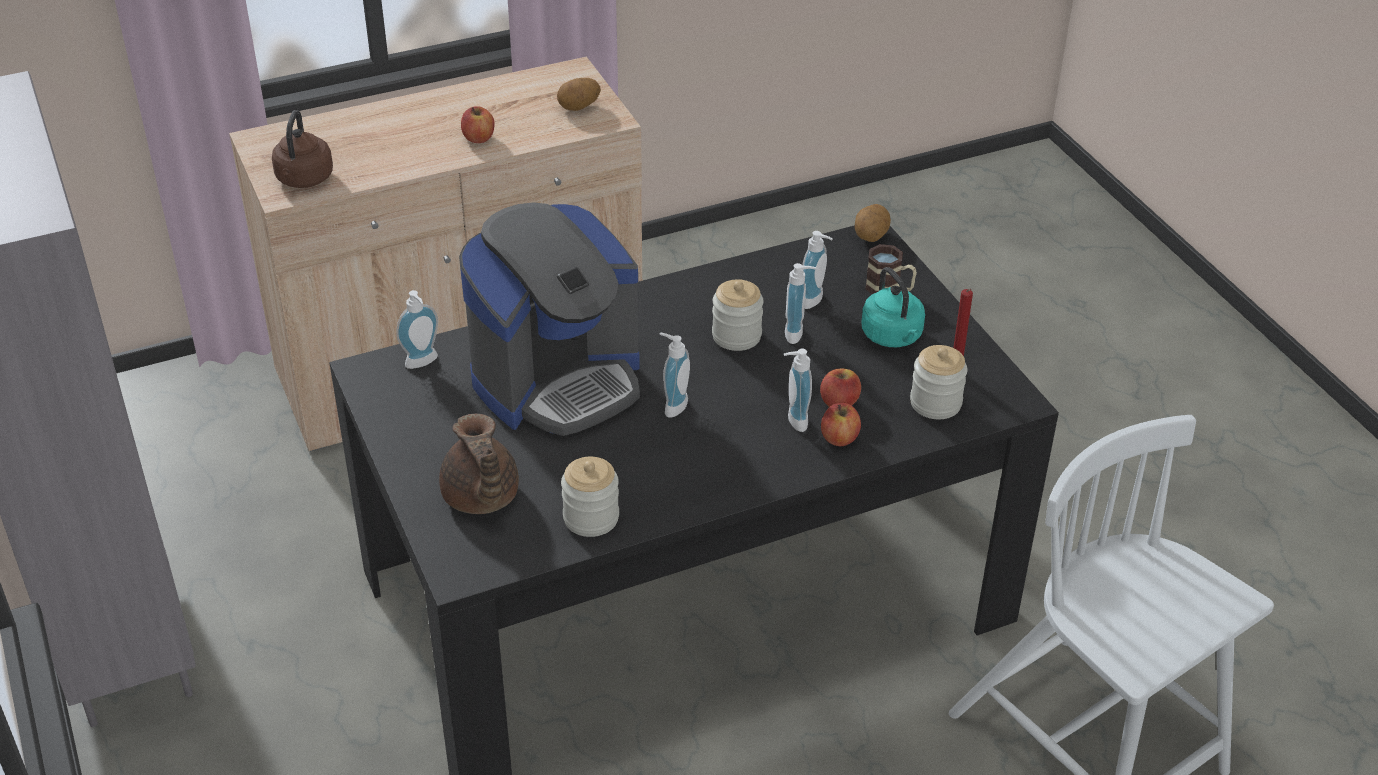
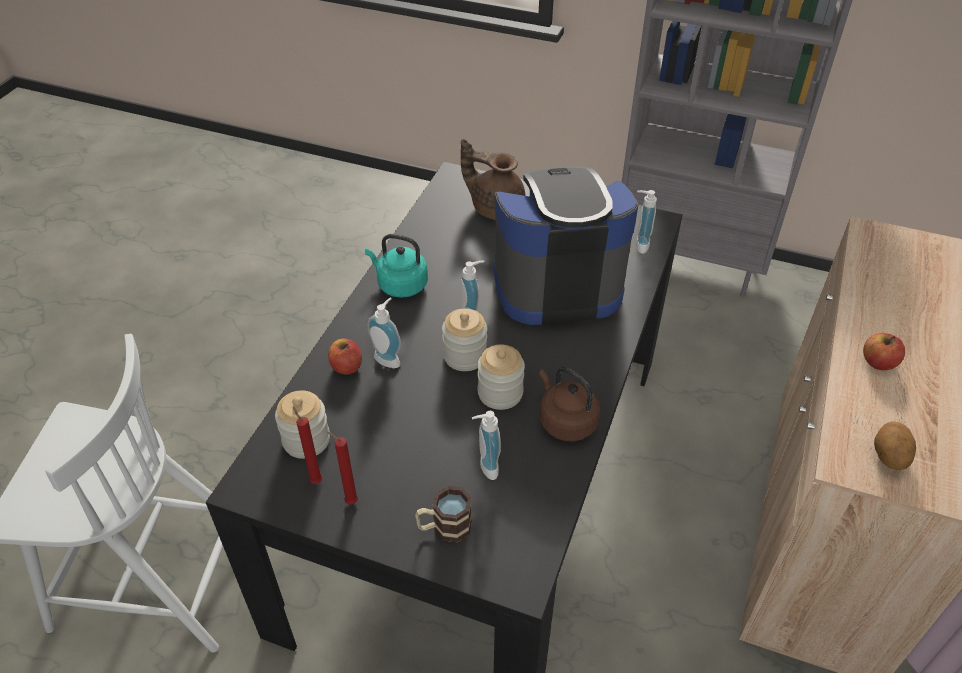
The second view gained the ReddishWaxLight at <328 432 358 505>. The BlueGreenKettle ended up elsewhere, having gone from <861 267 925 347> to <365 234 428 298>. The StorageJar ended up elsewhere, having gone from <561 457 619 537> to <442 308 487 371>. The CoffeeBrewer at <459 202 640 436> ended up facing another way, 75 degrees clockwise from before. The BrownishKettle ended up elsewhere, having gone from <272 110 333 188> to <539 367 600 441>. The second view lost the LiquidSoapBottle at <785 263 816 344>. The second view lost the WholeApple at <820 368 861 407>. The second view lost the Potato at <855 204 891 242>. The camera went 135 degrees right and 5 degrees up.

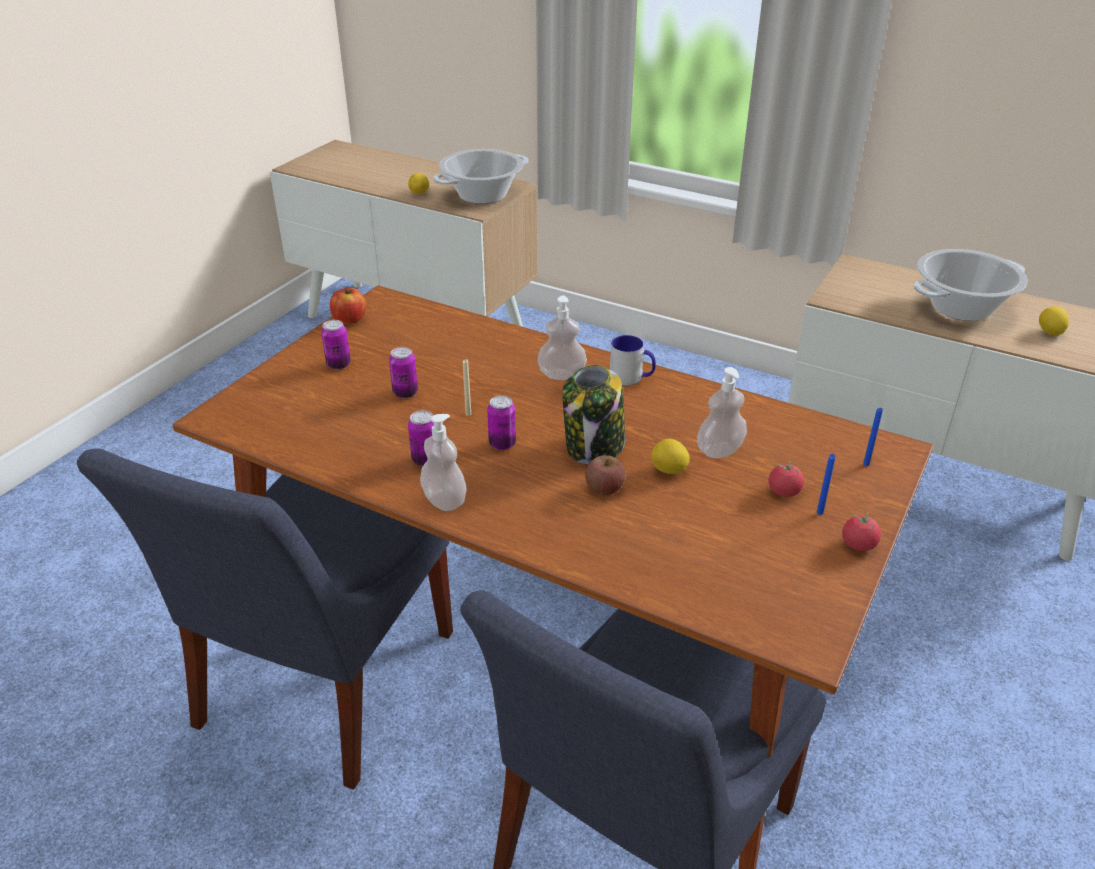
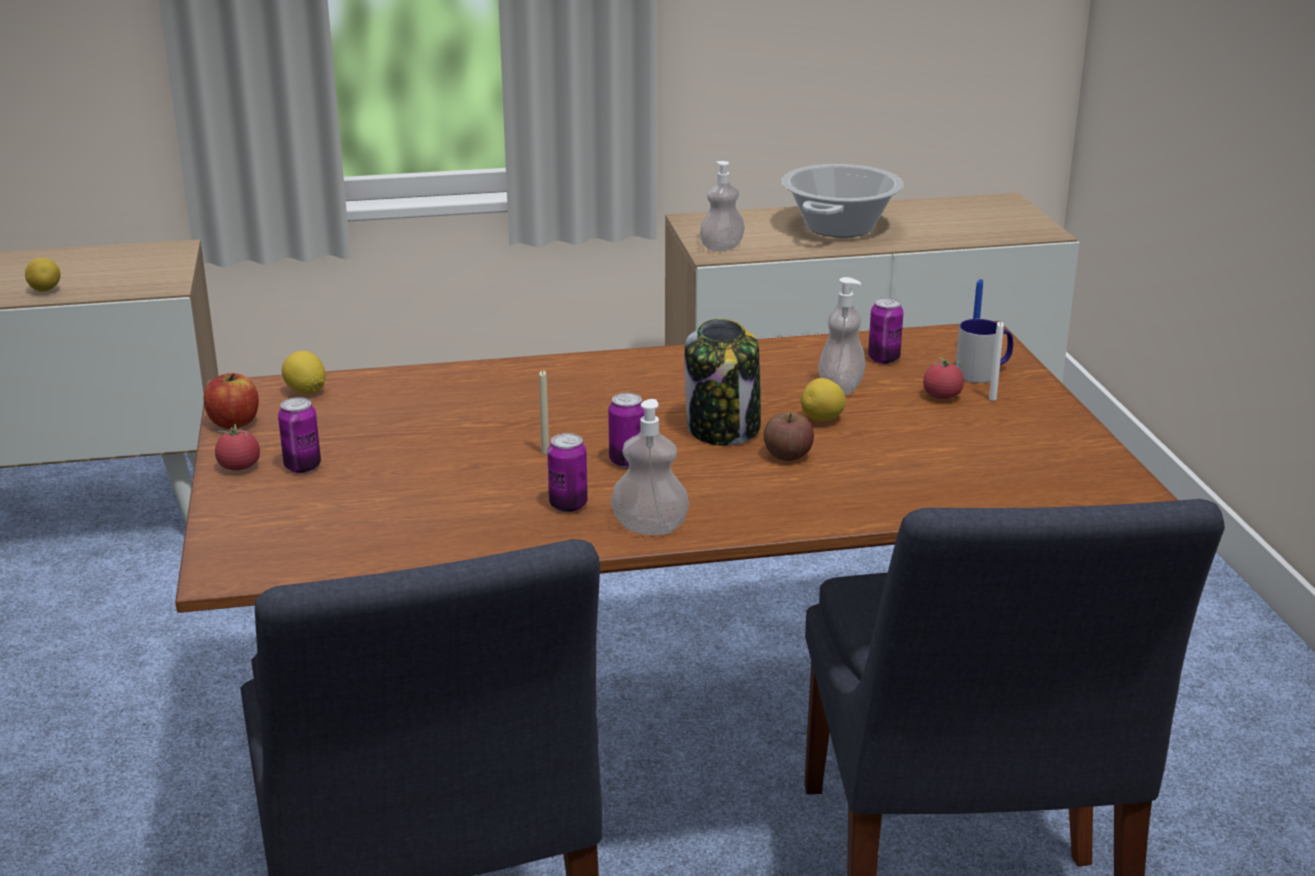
The FreshTomato ended up elsewhere, having gone from <842 512 881 551> to <215 424 260 471>. The WholeLemon ended up elsewhere, having gone from <1039 306 1069 335> to <282 351 326 394>. The LiquidSoapBottle ended up elsewhere, having gone from <537 296 587 380> to <700 161 745 251>. The Can ended up elsewhere, having gone from <389 347 418 398> to <868 298 903 364>. The Mug ended up elsewhere, having gone from <610 335 656 385> to <956 319 1013 383>. What was the BluishWaxLight at <817 454 835 515> turned into the WhiteWaxLight at <989 322 1004 401>. The second view lost the Saucepot at <433 149 529 204>. The camera went 40 degrees left and 10 degrees down.

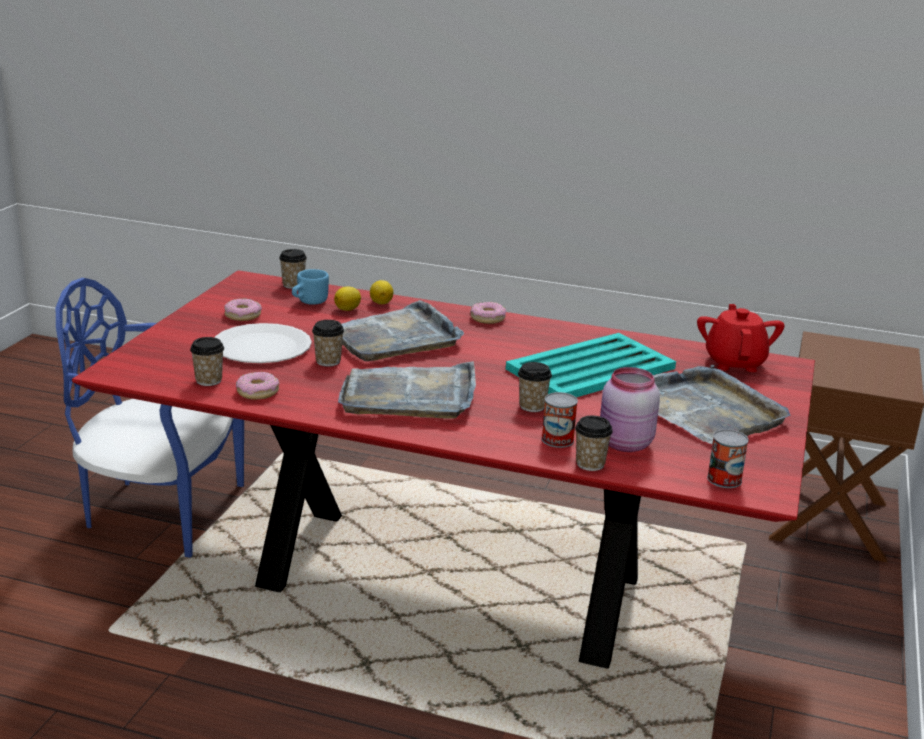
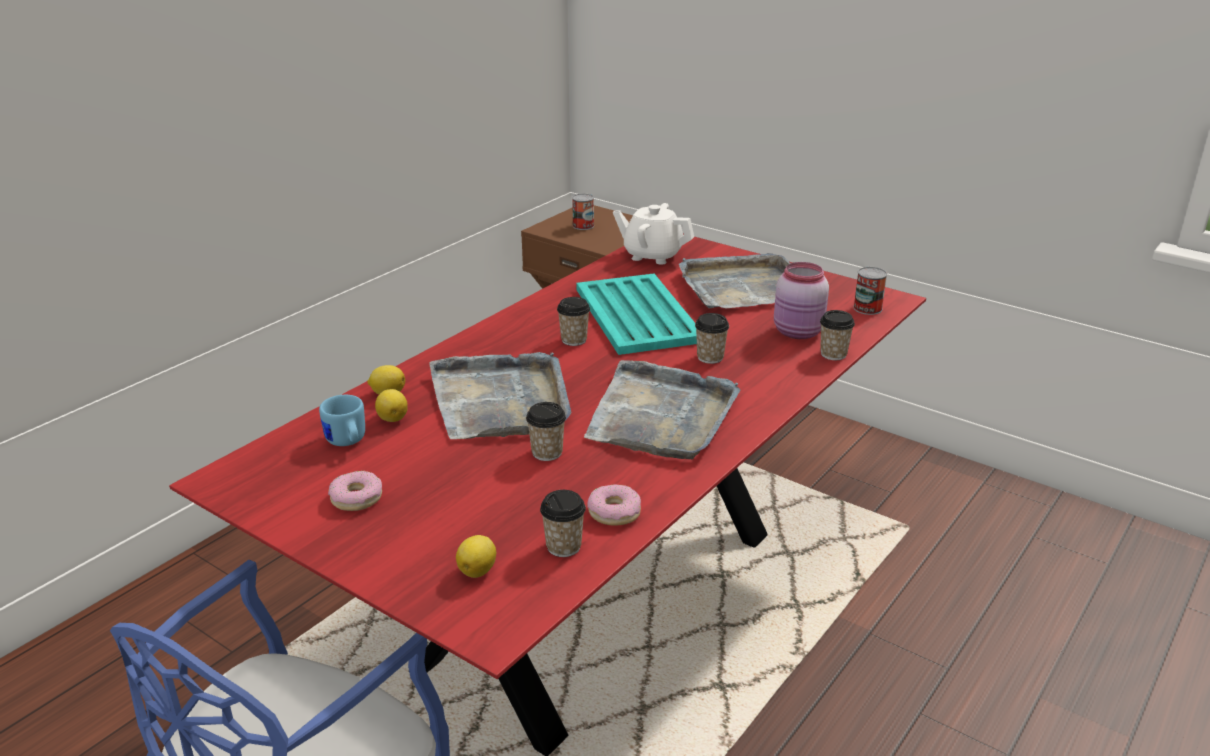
The second view gained the WholeLemon at <456 535 496 578>. The SmallCup ended up elsewhere, having gone from <279 249 307 289> to <557 297 590 346>. The Can ended up elsewhere, having gone from <541 392 578 448> to <572 193 594 230>. What was the ReddishPotForTea at <697 304 784 372> turned into the WhitePotForTea at <613 203 694 265>. The second view lost the WhitePlate at <214 323 312 363>. The second view lost the Donut at <470 302 506 324>. The camera went 70 degrees left and 5 degrees up.

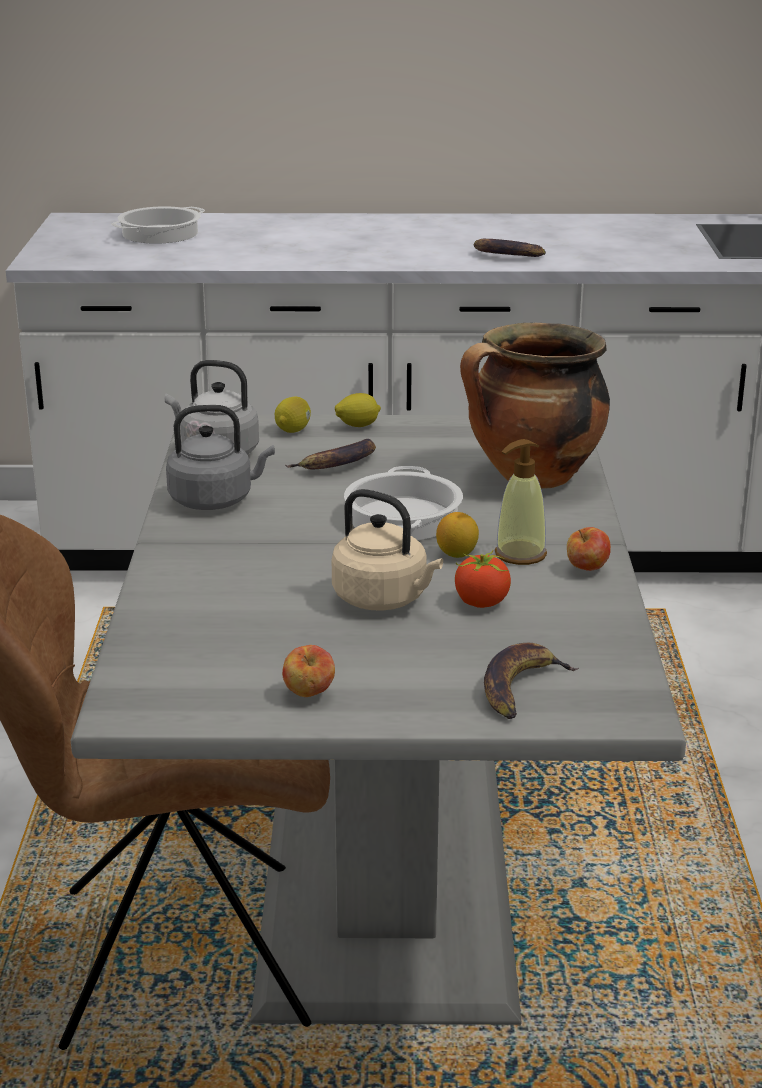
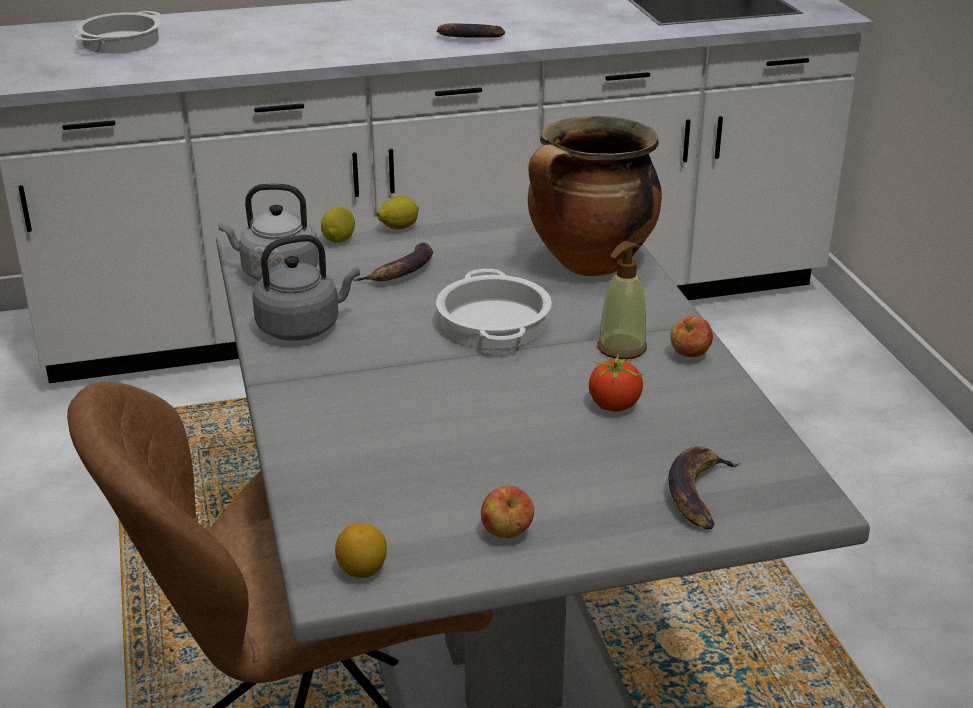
The WholeLemon ended up elsewhere, having gone from <436 512 479 558> to <335 523 387 578>. The second view lost the BeigeColouredKettle at <332 489 443 611>. The camera went 15 degrees left and 5 degrees up.

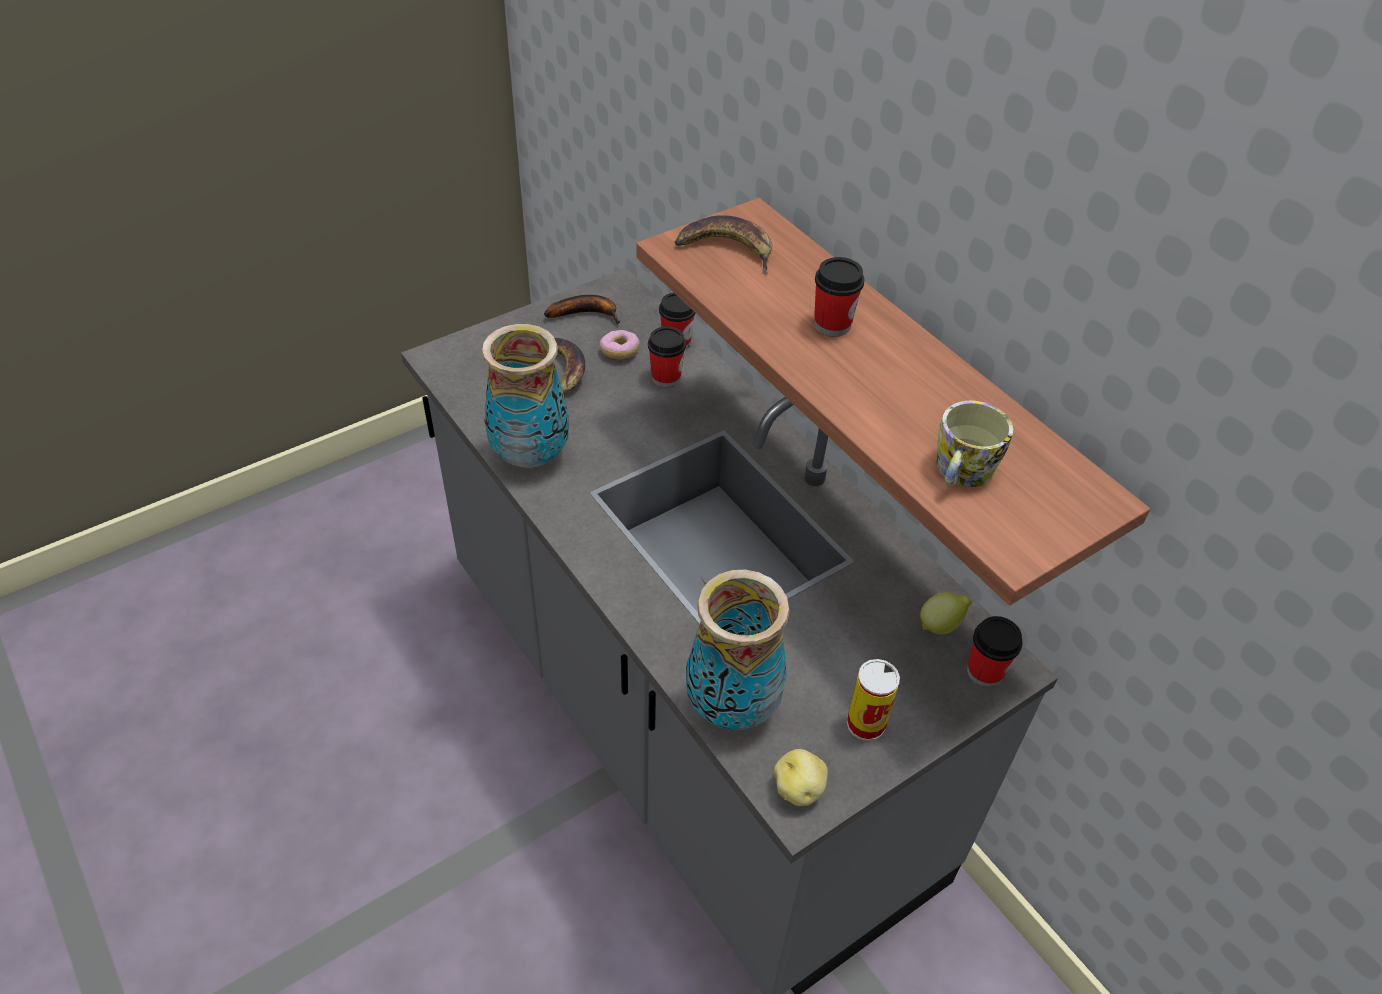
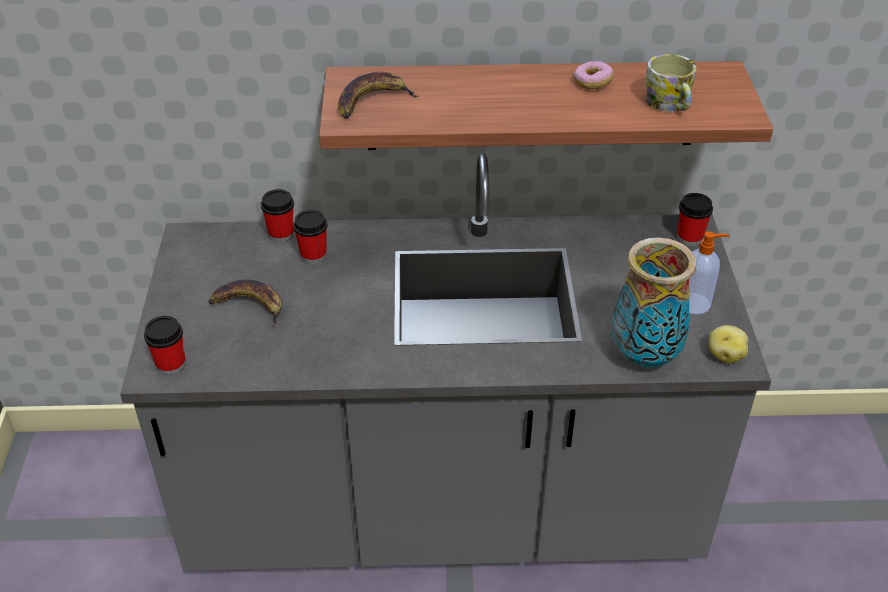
The SmallCup ended up elsewhere, having gone from <814 257 865 337> to <144 316 186 375>. The Donut ended up elsewhere, having gone from <600 330 640 359> to <574 61 614 89>. Where the Can stood at <846 659 900 741>, the LiquidSoapBottle came to stand at <689 232 730 314>. The second view lost the FlowerVase at <482 324 569 468>. The second view lost the WholeBanana at <544 295 620 325>. The second view lost the WholeLemon at <920 592 972 634>. The camera went 55 degrees left and 5 degrees down.

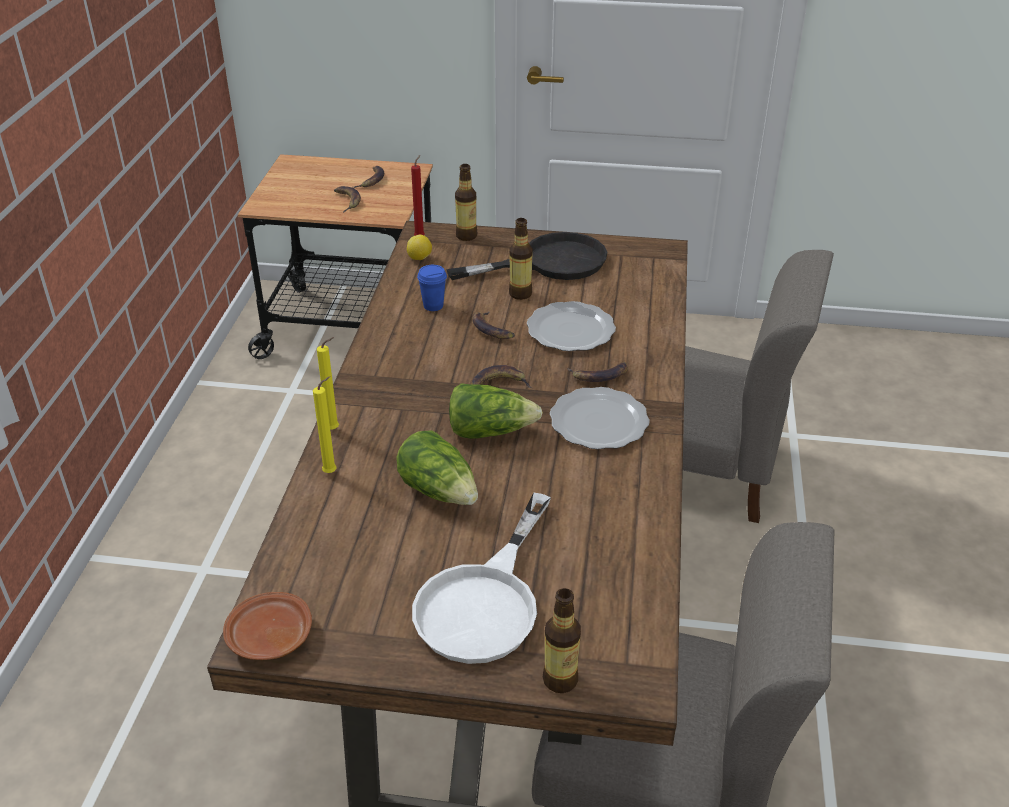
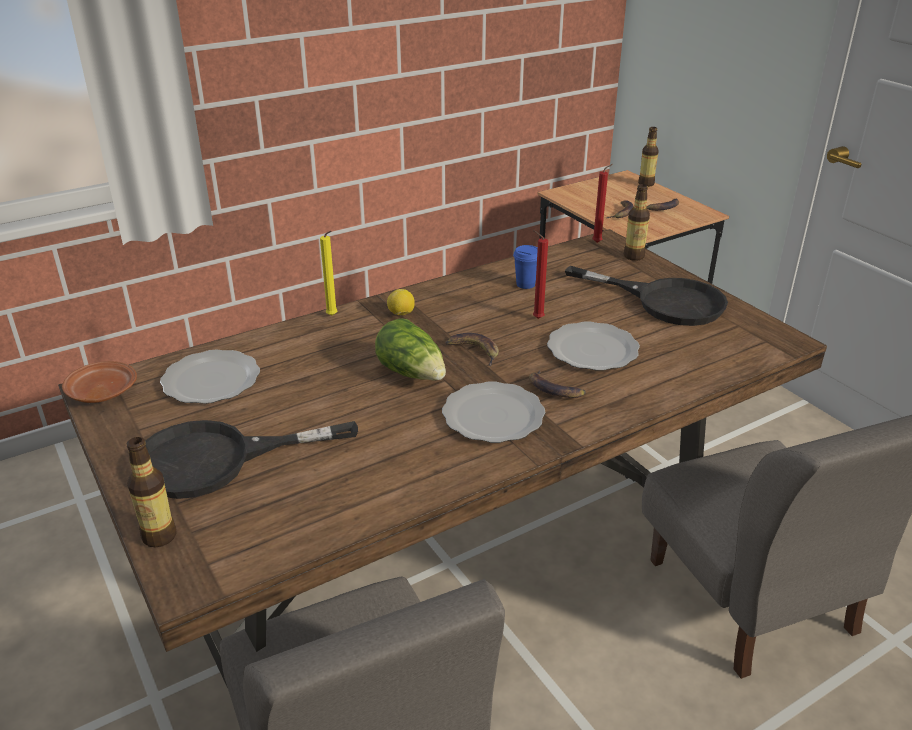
What was the WhiteFryingPan at <412 492 551 664> turned into the BlackFryingPan at <145 420 358 499>. The second view gained the Plate at <160 349 260 404>. The WholeLemon ended up elsewhere, having gone from <407 235 432 260> to <387 289 415 315>. Where the WholeBanana stood at <472 312 515 339>, the ReddishWaxLight came to stand at <533 230 548 319>. The Bottle ended up elsewhere, having gone from <509 218 533 300> to <638 127 659 187>. The second view lost the YellowWaxLight at <313 376 336 473>. The second view lost the LettuceHead at <396 430 478 505>. The camera went 50 degrees right and 5 degrees down.

